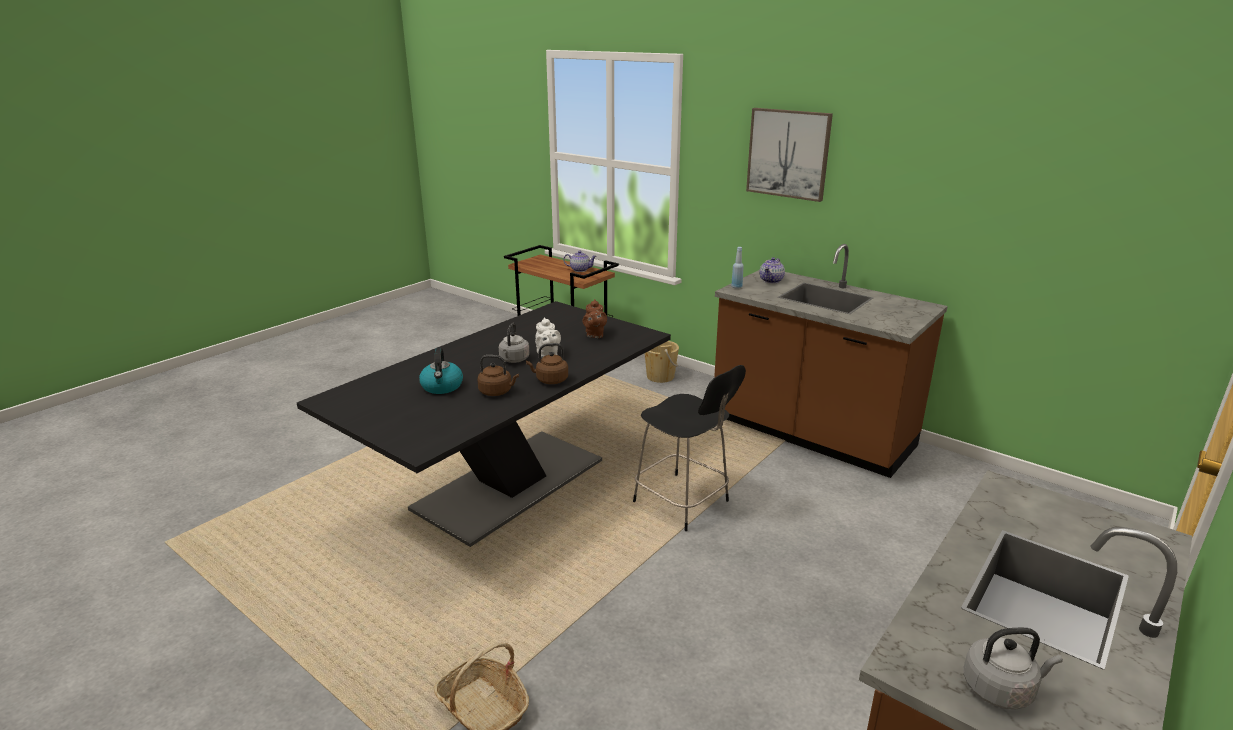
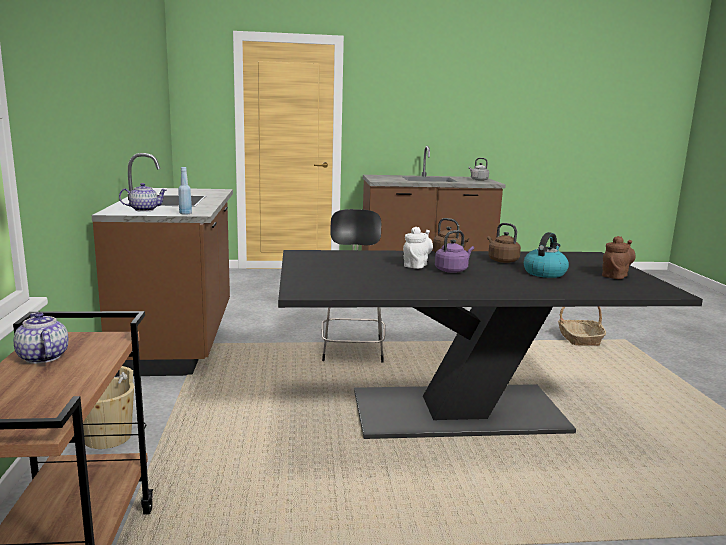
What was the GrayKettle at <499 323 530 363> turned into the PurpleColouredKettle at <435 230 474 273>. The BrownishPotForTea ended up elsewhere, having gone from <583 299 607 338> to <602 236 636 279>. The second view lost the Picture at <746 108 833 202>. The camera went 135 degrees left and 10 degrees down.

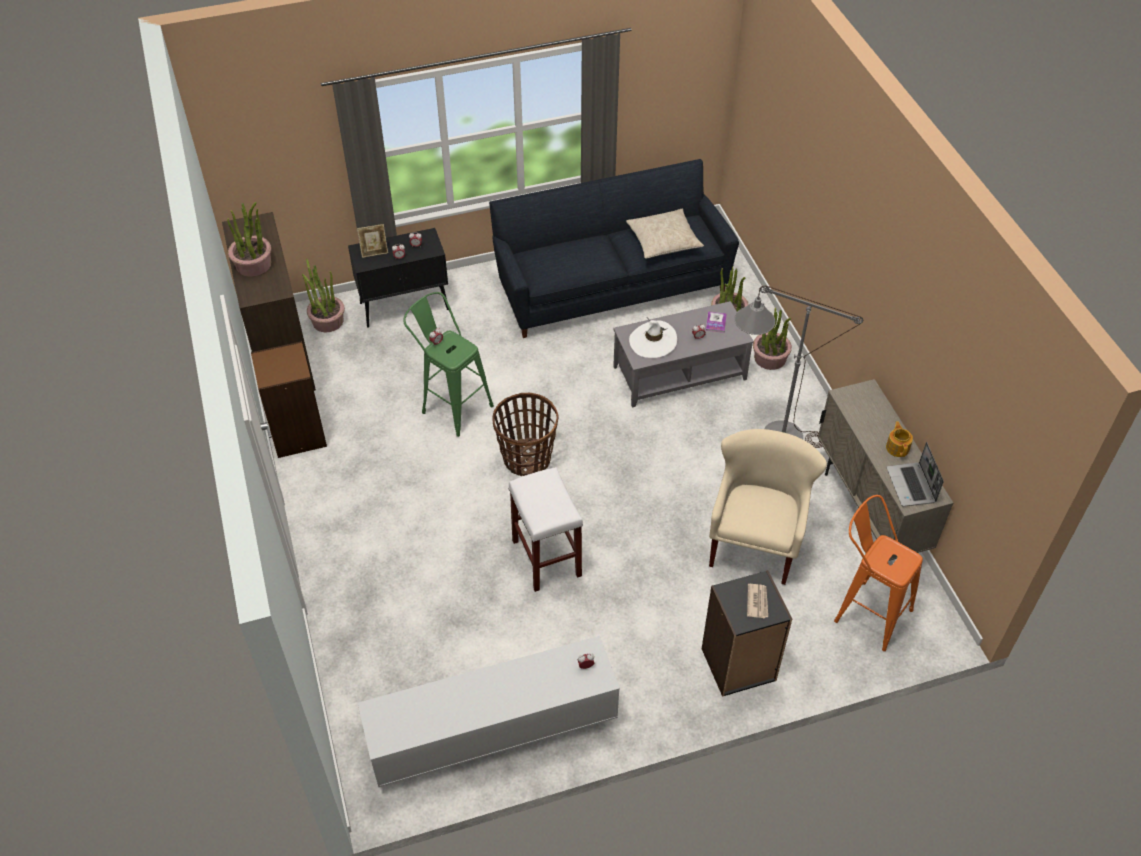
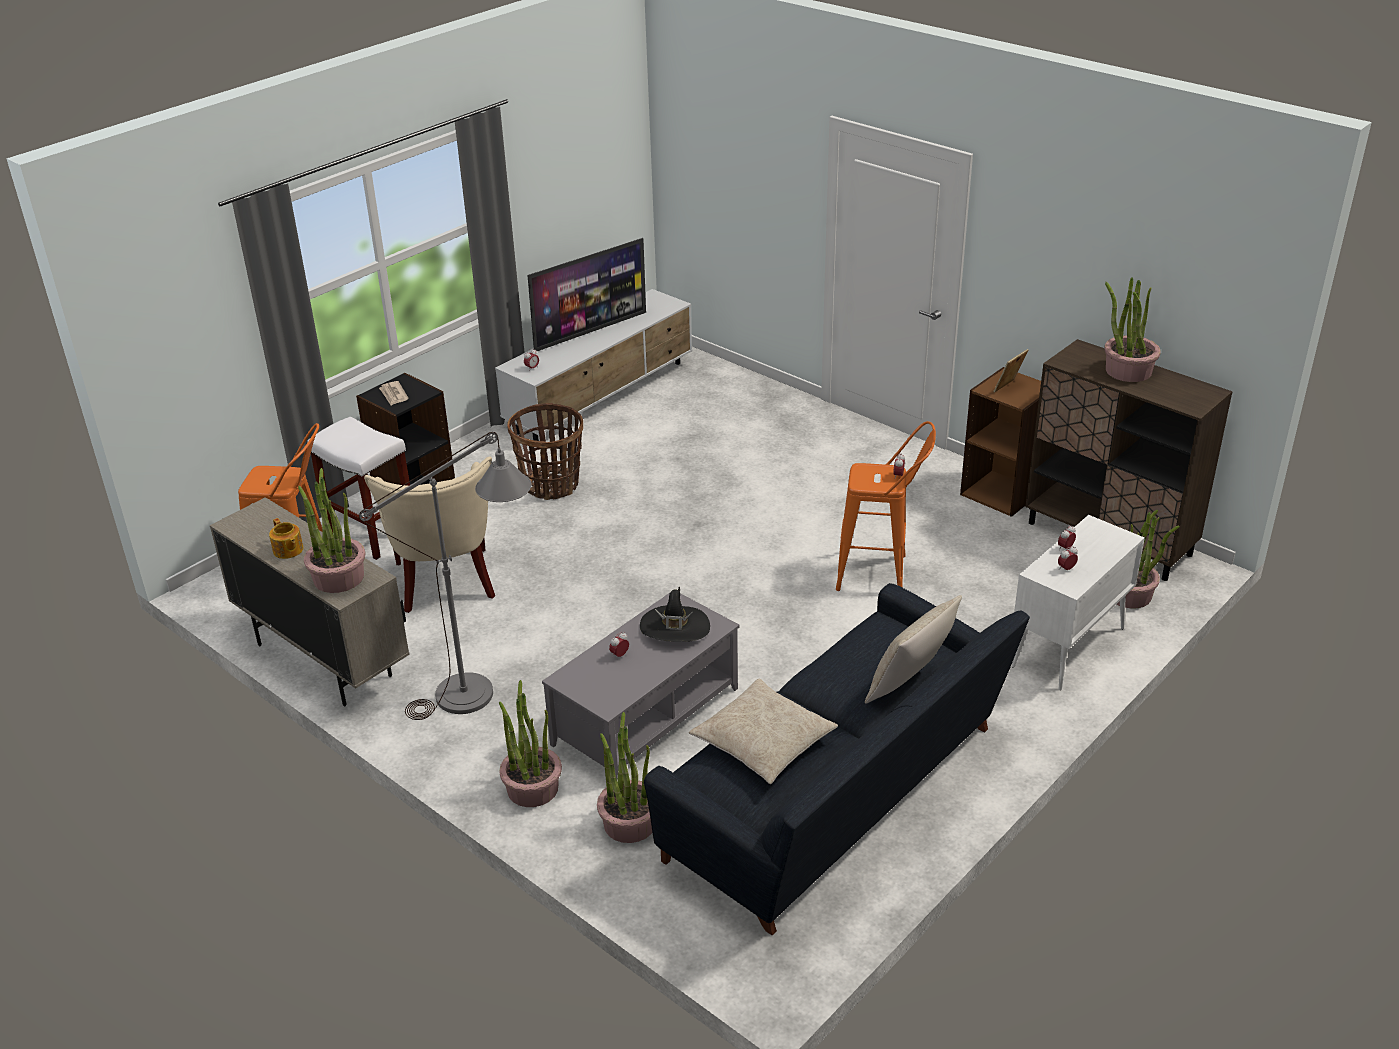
The second view gained the Houseplant at <298 468 365 593>. The WhiteSittingStool ended up elsewhere, having gone from <508 467 583 592> to <307 417 410 560>. The Basket ended up elsewhere, having gone from <492 393 559 476> to <507 403 583 500>. The second view gained the Television at <527 238 646 351>. What was the WhiteWearableHat at <629 317 677 358> turned into the BlackWearableHat at <640 586 710 642>. What was the GreenSittingStool at <403 292 494 437> turned into the OrangeColouredSittingStool at <836 421 936 591>. The second view gained the BeigeColouredThrowPillow at <865 595 962 704>. The StandingFrame ended up elsewhere, having gone from <357 224 388 258> to <993 349 1028 393>. What was the BlackCabinet at <348 228 449 328> turned into the WhiteCabinet at <1012 515 1145 690>. The second view lost the Volume at <706 311 727 333>. The second view lost the Laptop at <887 442 944 507>. The camera went 150 degrees right and 15 degrees down.

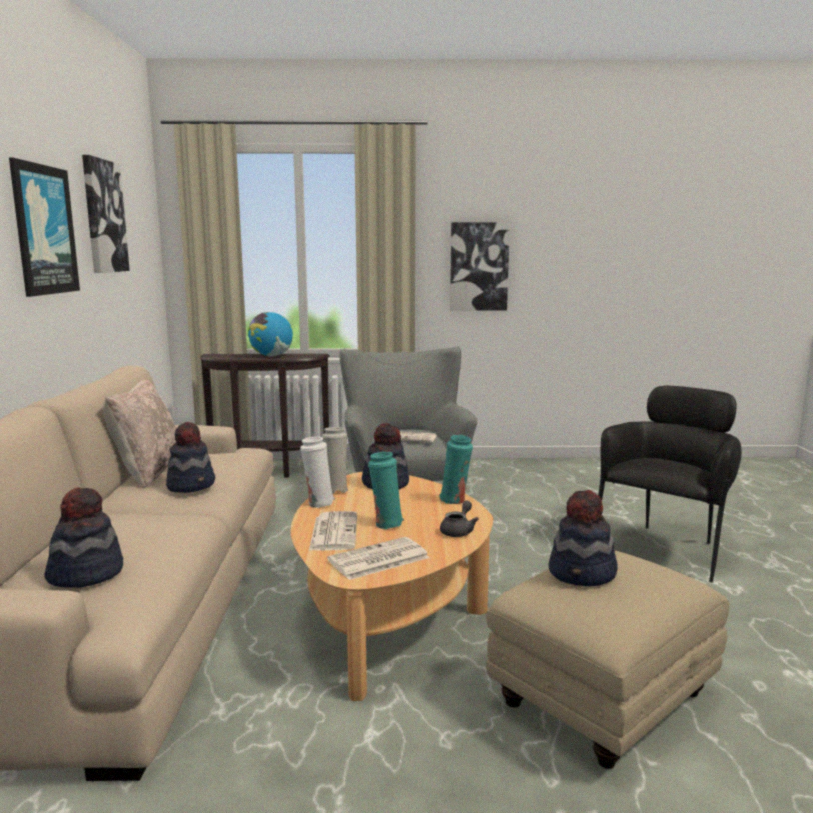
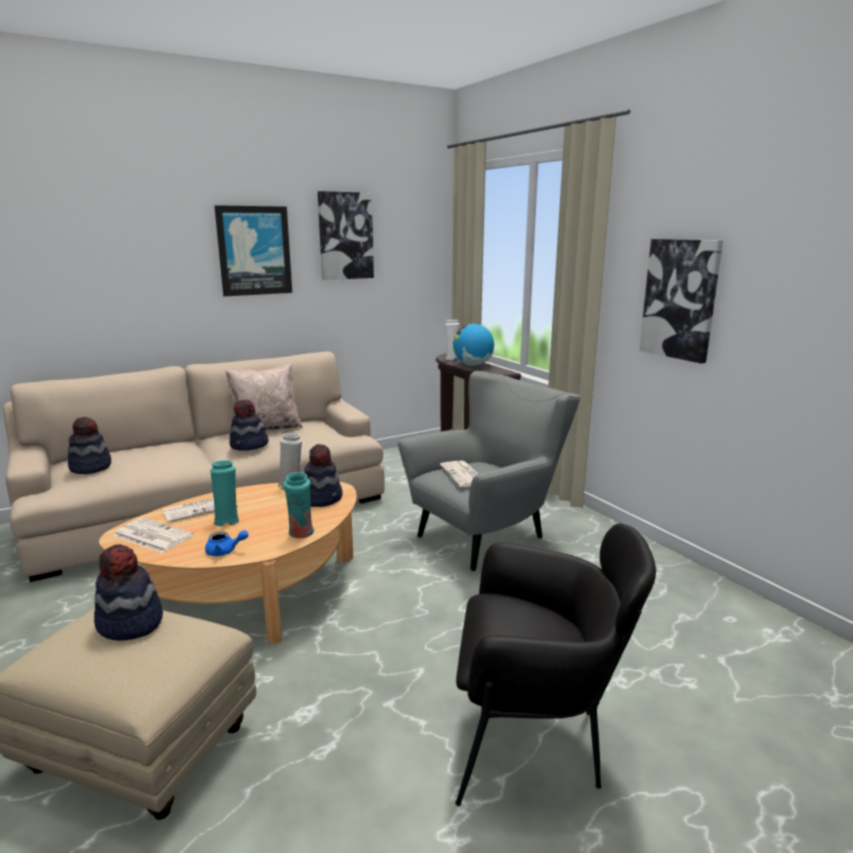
What was the GrayPotForTea at <440 501 479 537> turned into the BluishPotForTea at <205 530 249 556>. The WhiteFlowerVase ended up elsewhere, having gone from <300 437 335 508> to <445 320 460 360>. The camera went 60 degrees right and 5 degrees up.

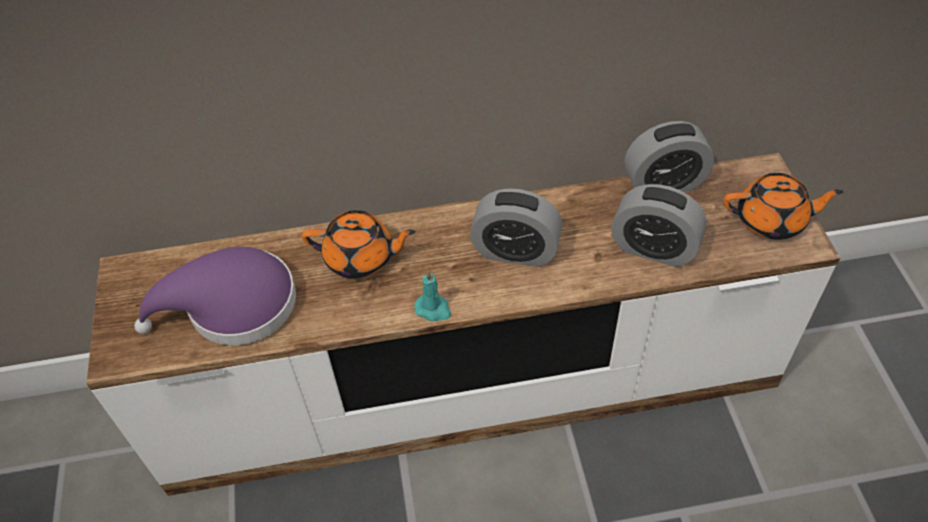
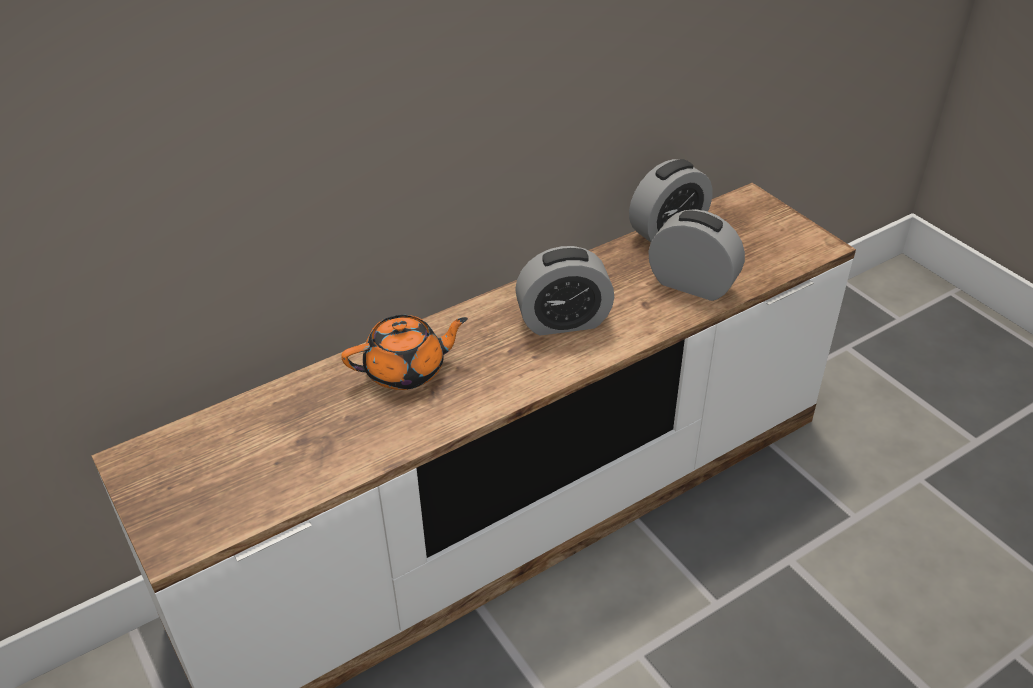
The BedsideClock at <611 184 707 267> ended up facing another way, 150 degrees counterclockwise from before. The second view lost the PurpleColouredWearableHat at <134 246 296 345>. The second view lost the BlueGreenWaxLight at <414 270 451 321>. The second view lost the OrangeColouredPotForTea at <724 173 843 240>. The camera went 25 degrees left and 10 degrees down.

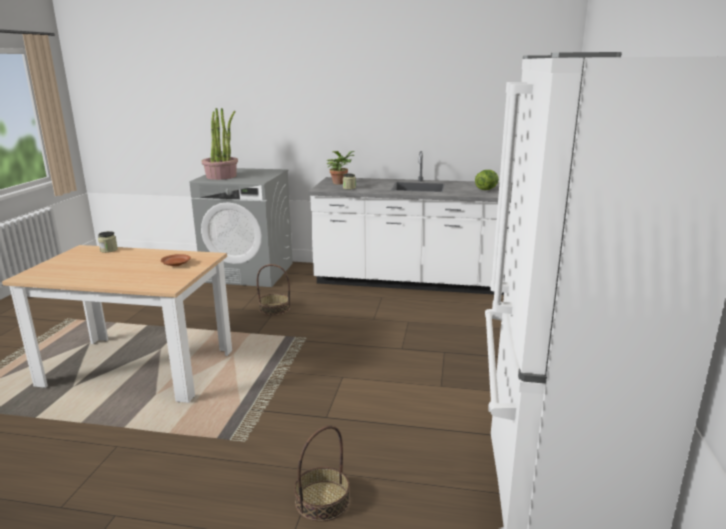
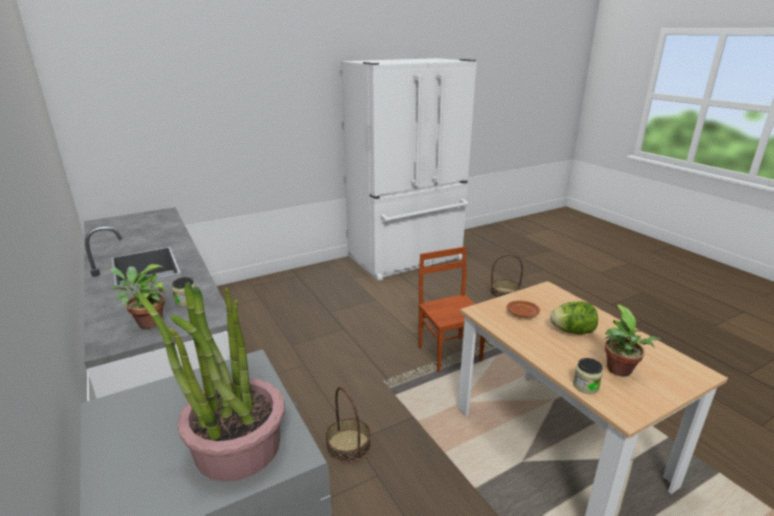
The second view gained the BrownishUprightChair at <418 247 485 372>. The LettuceHead ended up elsewhere, having gone from <475 170 499 190> to <550 302 598 334>. The second view gained the Houseplant at <605 304 661 377>. The camera went 130 degrees left and 5 degrees up.

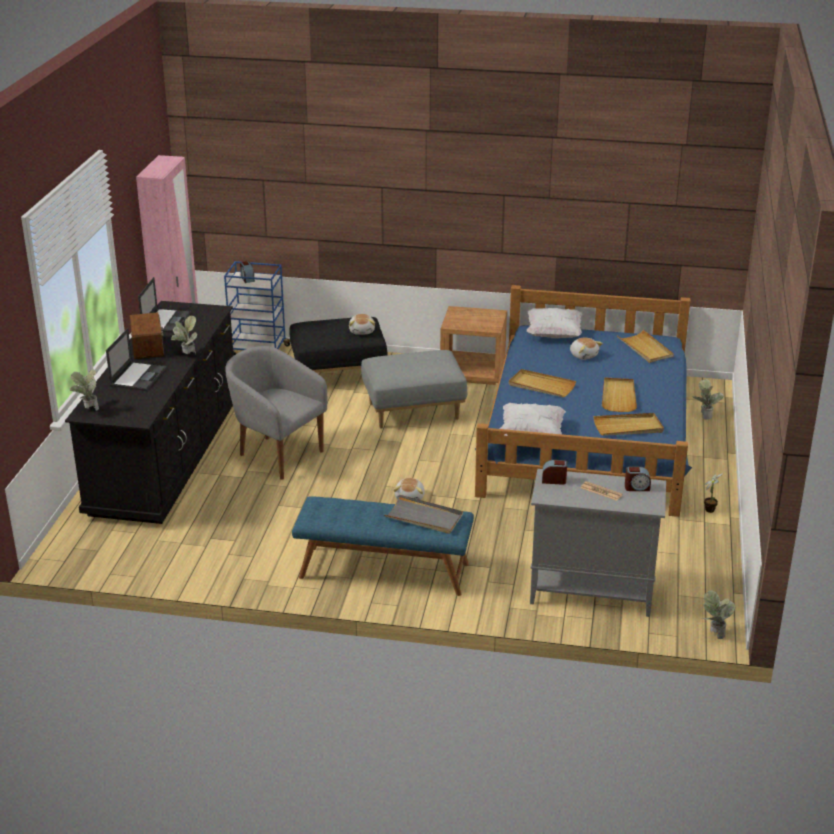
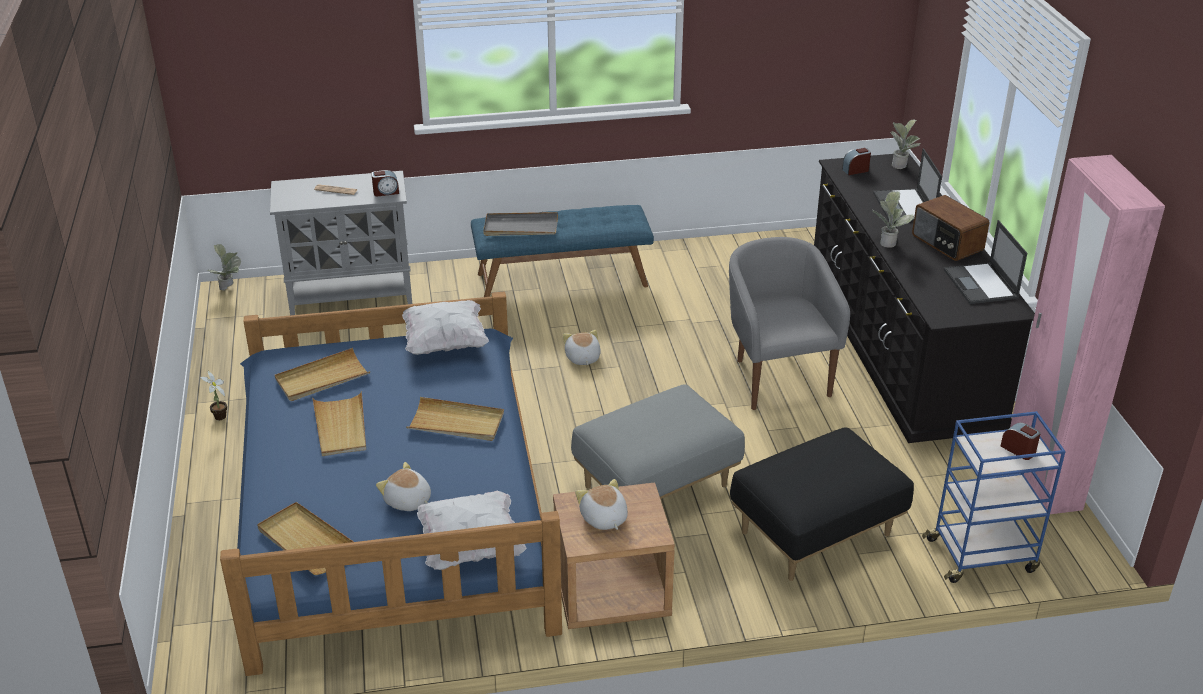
The PlushToy ended up elsewhere, having gone from <349 314 375 335> to <575 479 628 530>. The GrayLoungeChair at <225 346 327 480> ended up facing another way, 120 degrees counterclockwise from before. The BedsideClock ended up elsewhere, having gone from <625 467 651 491> to <842 148 871 175>. The second view lost the Houseplant at <693 379 724 420>. The camera went 160 degrees right and 5 degrees up.

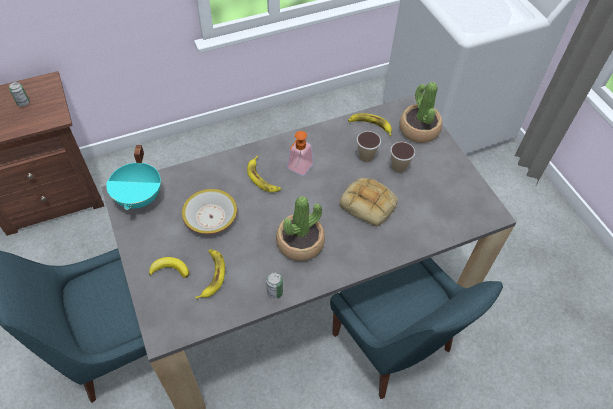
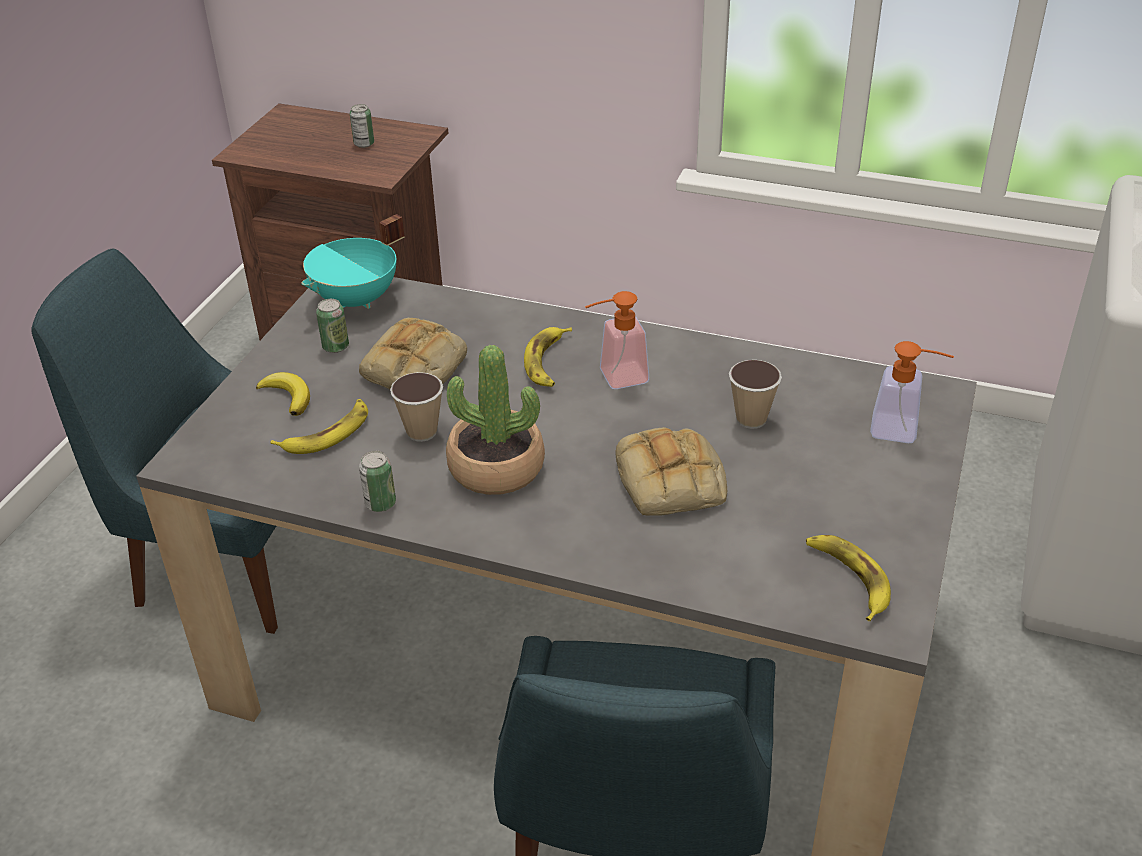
The second view gained the Can at <316 299 349 353>. Where the Bowl stood at <182 189 237 234>, the BakeryBread came to stand at <359 318 467 389>. The SmallCup ended up elsewhere, having gone from <391 142 415 173> to <390 372 443 442>. The WholeBanana ended up elsewhere, having gone from <348 113 392 136> to <806 535 891 621>. Where the Houseplant stood at <399 82 442 143>, the LiquidSoapBottle came to stand at <870 341 954 443>. The camera went 45 degrees right and 15 degrees down.

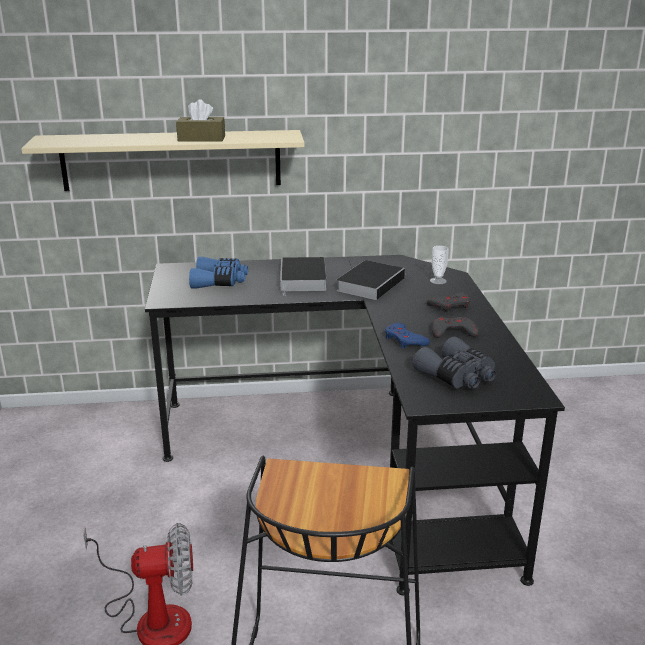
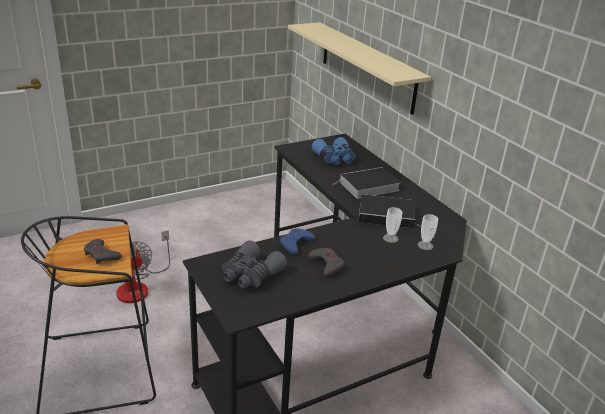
The GrayJoypad ended up elsewhere, having gone from <427 293 470 312> to <84 239 122 264>. The second view gained the SmallCup at <383 207 402 243>. The second view lost the BrownishBoxOfTissues at <176 99 225 142>. The camera went 65 degrees right and 5 degrees up.

